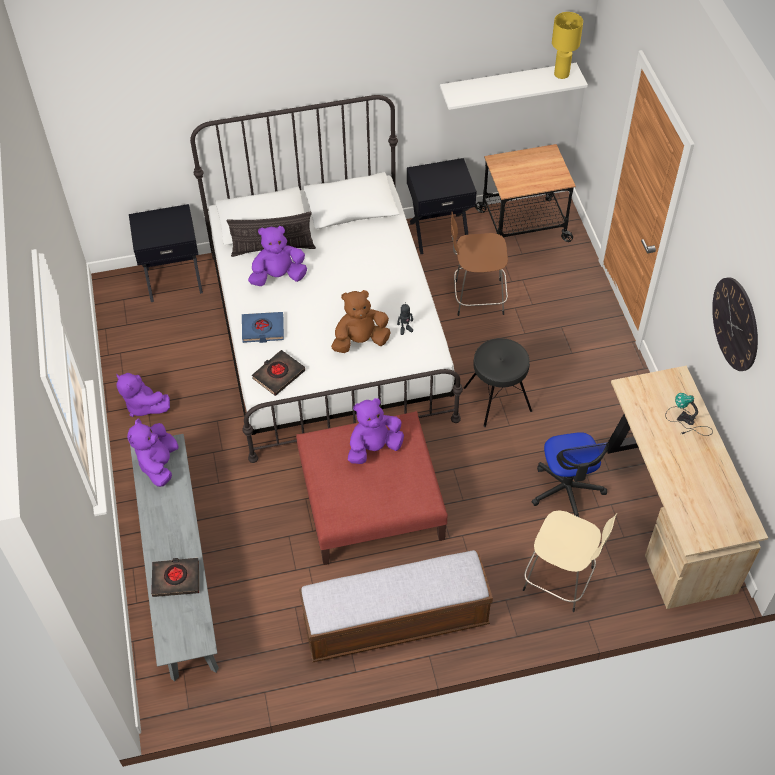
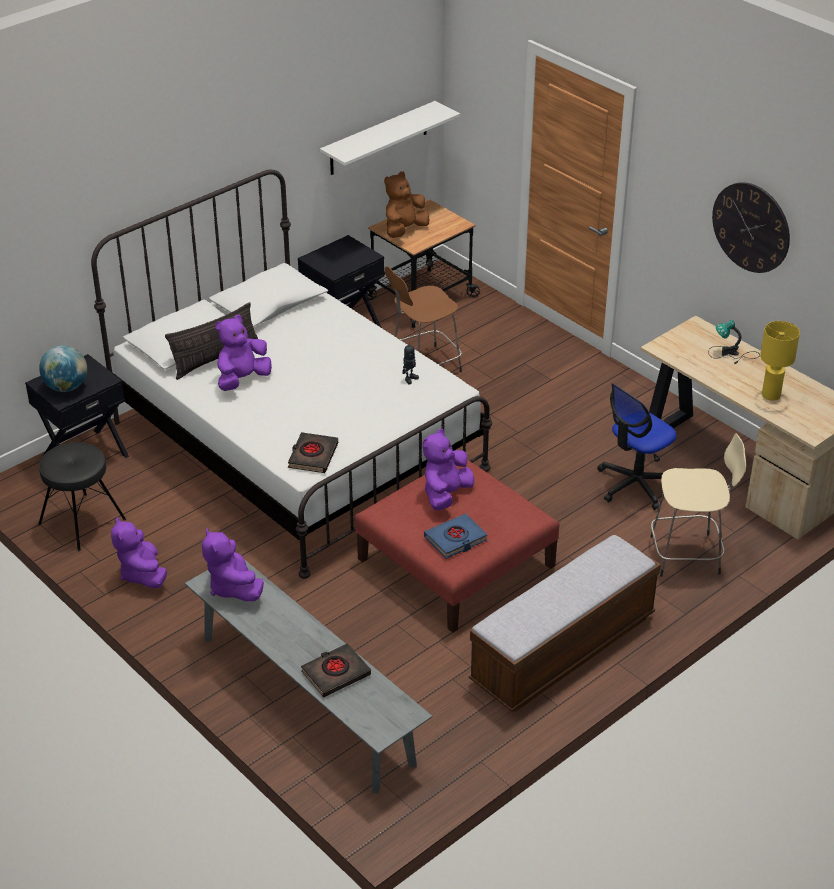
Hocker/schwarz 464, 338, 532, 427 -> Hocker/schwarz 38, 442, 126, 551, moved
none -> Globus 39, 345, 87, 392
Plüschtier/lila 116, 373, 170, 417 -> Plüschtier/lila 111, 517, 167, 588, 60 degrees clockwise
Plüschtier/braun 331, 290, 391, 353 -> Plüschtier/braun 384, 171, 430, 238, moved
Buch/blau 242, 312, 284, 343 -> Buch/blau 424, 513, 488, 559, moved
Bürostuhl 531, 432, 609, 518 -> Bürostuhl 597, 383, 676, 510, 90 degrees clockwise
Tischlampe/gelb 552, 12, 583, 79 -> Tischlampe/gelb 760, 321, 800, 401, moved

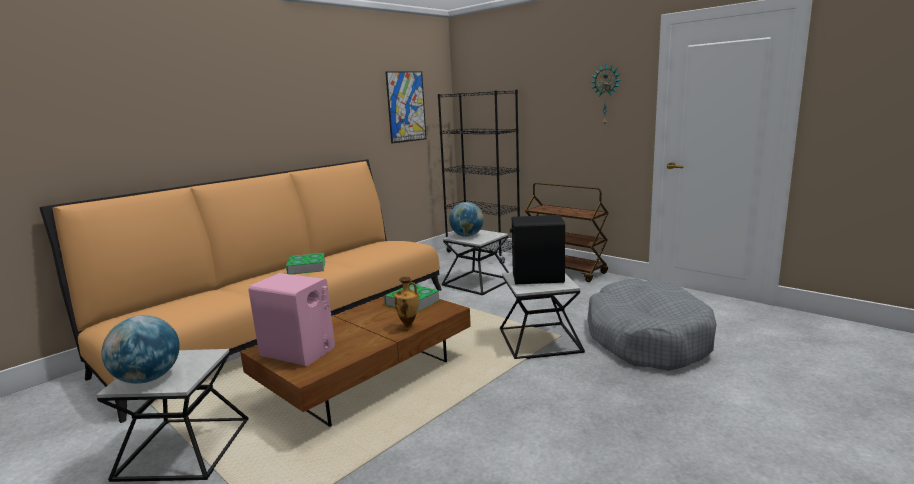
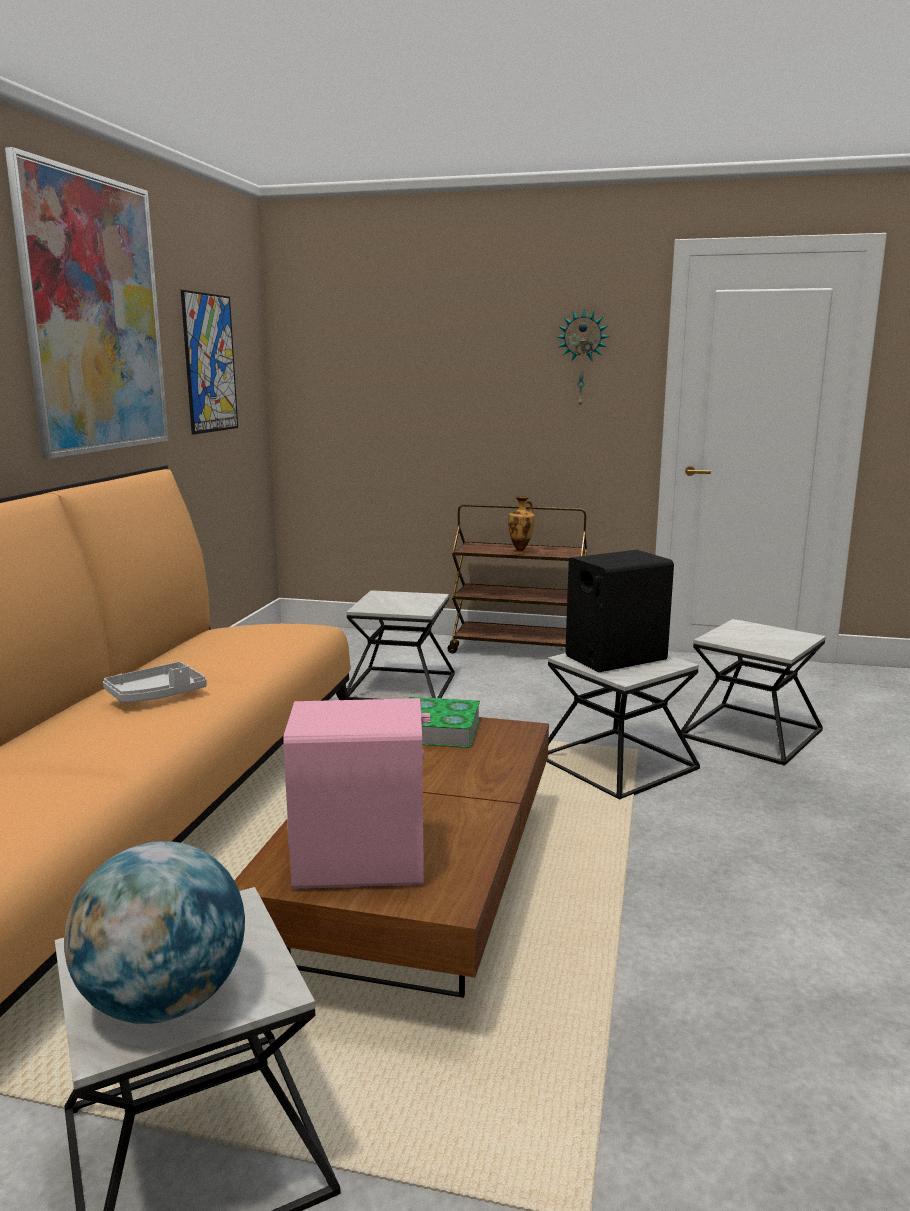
none -> Bild 5, 147, 169, 459
Buch 286, 253, 325, 275 -> Tablett/grau 103, 662, 207, 702
Vase 394, 277, 419, 330 -> Vase 508, 496, 535, 554, moved
Hundebett/grau 587, 278, 717, 371 -> Beistelltisch 681, 619, 826, 766
Bücherregal/schwarz 438, 90, 520, 264 -> none
Globus 449, 202, 484, 237 -> none

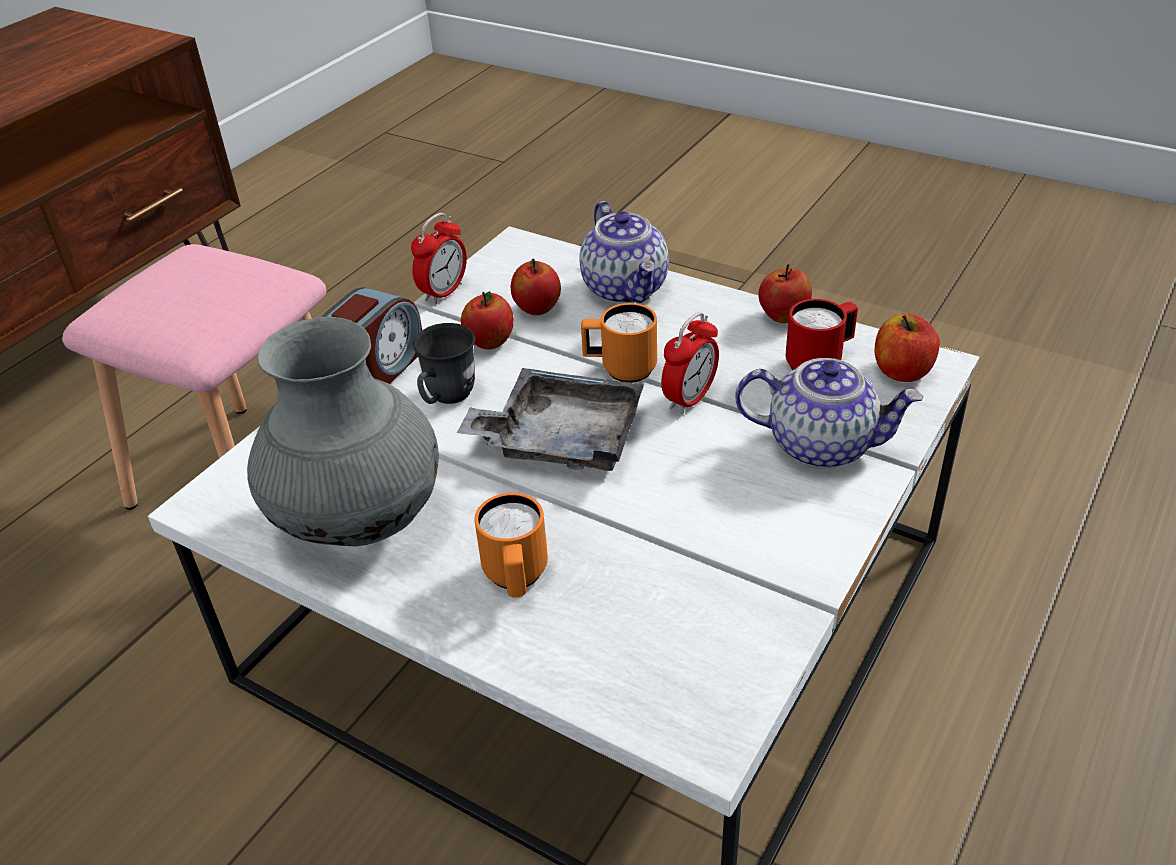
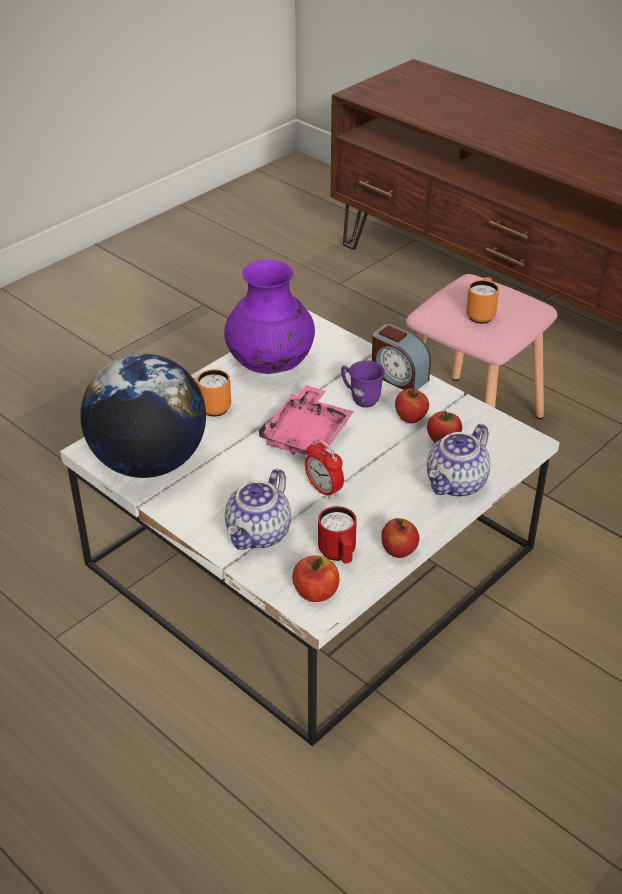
none -> Globus 80, 354, 206, 478
Vase/grau 247, 317, 439, 546 -> Vase/lila 224, 260, 315, 374
Tablett/grau 457, 368, 644, 471 -> Tablett/rosa 258, 385, 354, 455
Henkelbecher/grau 413, 323, 475, 404 -> Henkelbecher/lila 341, 360, 385, 408
Teekanne 579, 201, 669, 304 -> Teekanne 427, 424, 490, 497, 45 degrees counterclockwise
Henkelbecher/orange 581, 303, 657, 383 -> Henkelbecher/orange 466, 277, 499, 324, moved
Wecker 411, 213, 467, 304 -> none

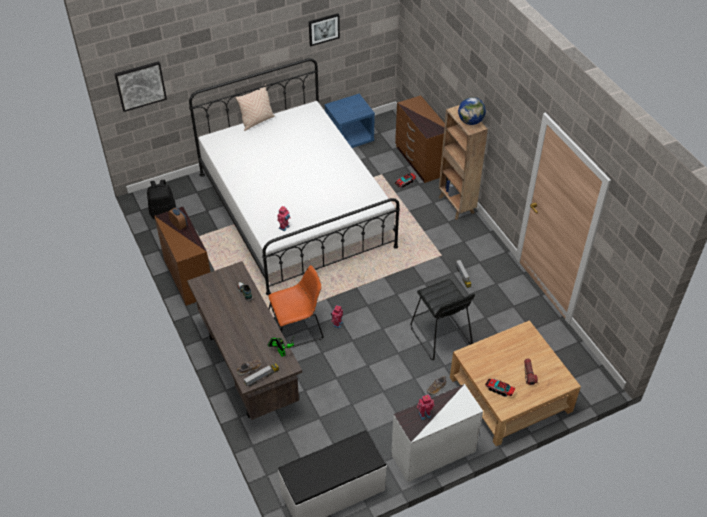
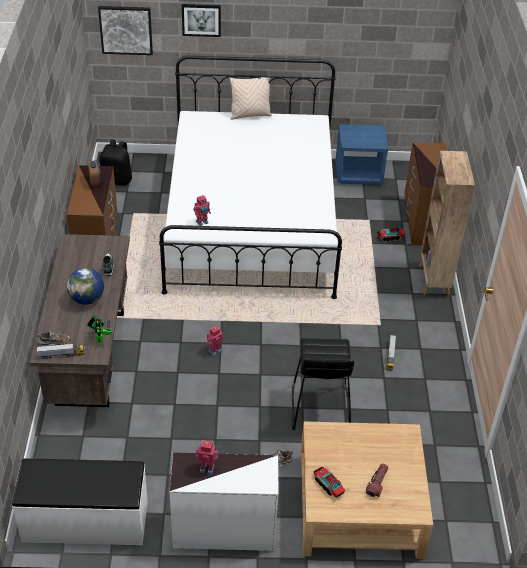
Globus 458, 97, 486, 125 -> Globus 67, 268, 104, 305, moved
Bild 309, 13, 340, 46 -> Bild 182, 4, 221, 37, moved
Stuhl/orange 268, 265, 324, 348 -> none

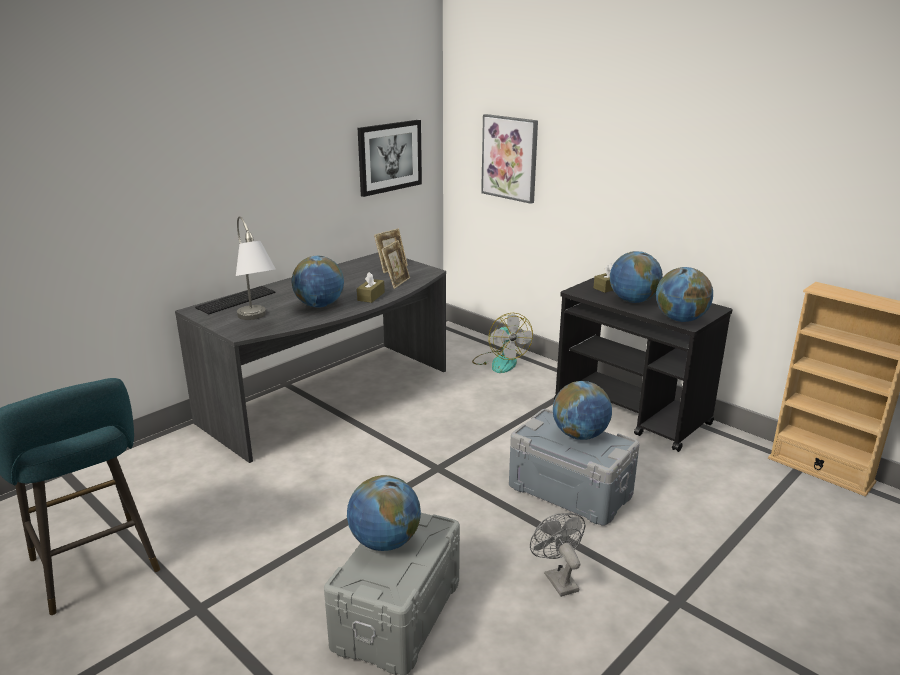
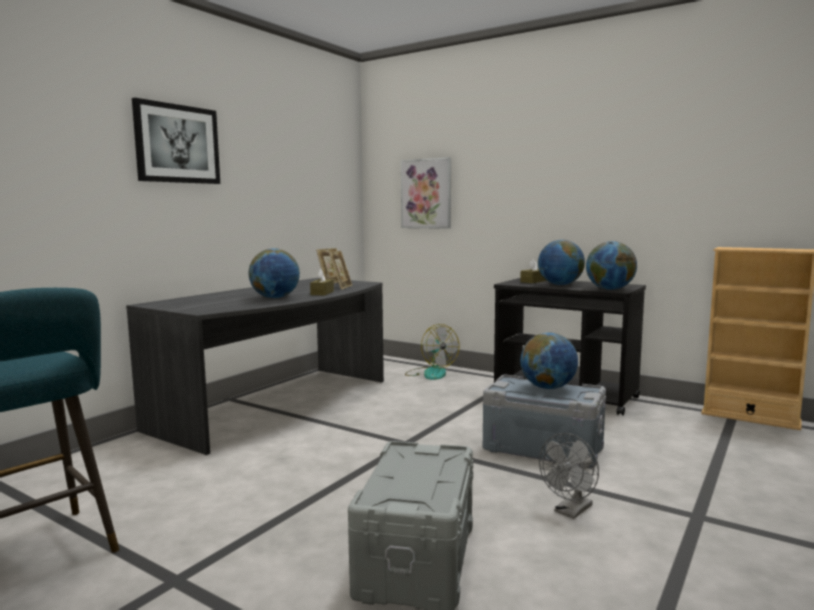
Bild 358, 120, 422, 197 -> Bild 132, 98, 220, 184, moved
Ventilator/grau 530, 513, 586, 597 -> Ventilator/grau 539, 433, 599, 519, 105 degrees counterclockwise
Tastatur 195, 286, 276, 314 -> none
Tischlampe/grau 236, 216, 276, 320 -> none
Globus 347, 475, 421, 551 -> none

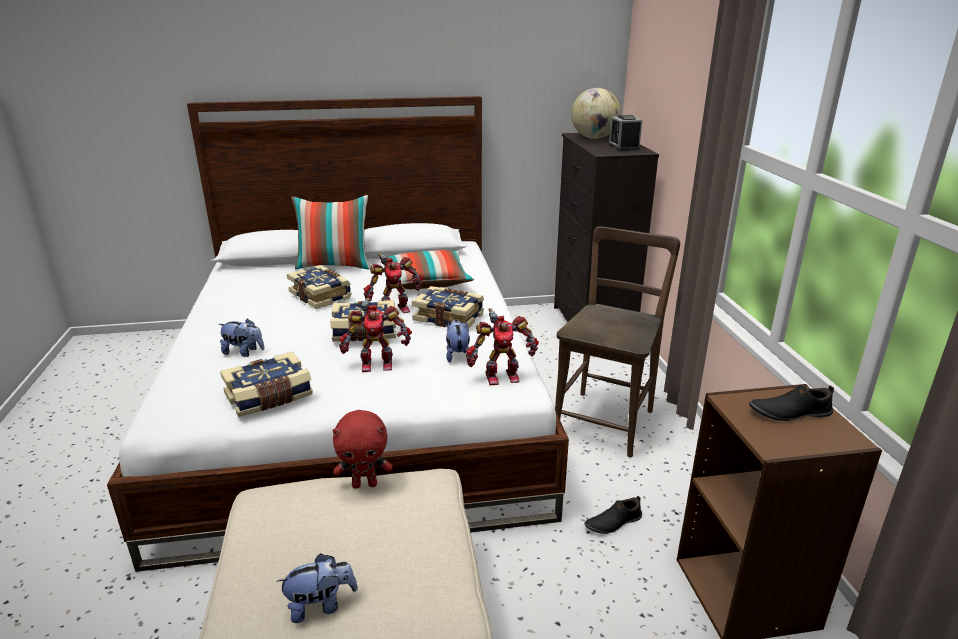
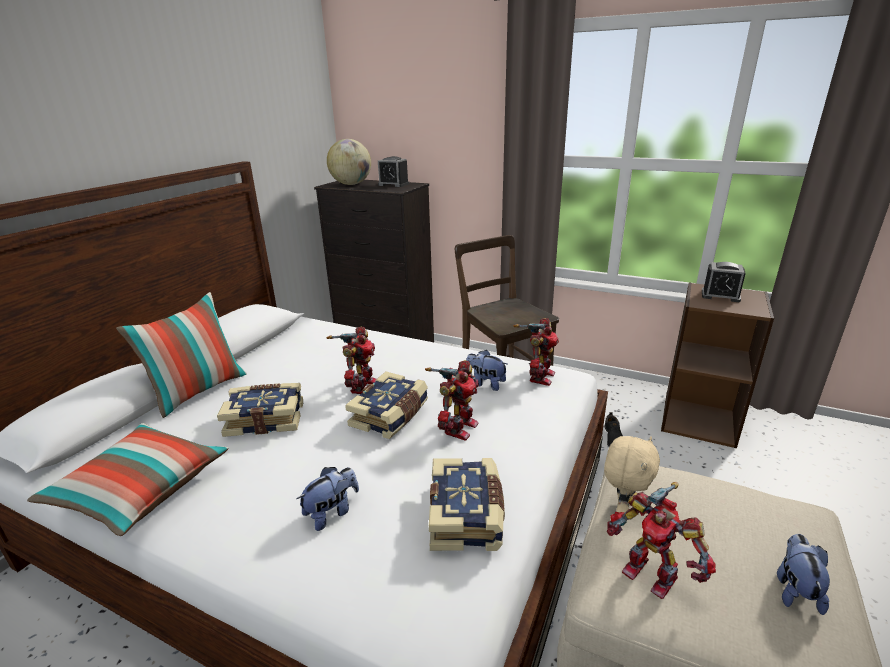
Kissen 387, 250, 474, 289 -> Kissen 27, 423, 229, 536, moved
Plüschtier/rot 332, 410, 393, 489 -> Plüschtier/beige 604, 436, 660, 513
none -> Spielzeugroboter 607, 482, 716, 599
Schuh/schwarz 749, 385, 834, 421 -> Wecker 702, 262, 746, 302
Buch 412, 286, 484, 329 -> none

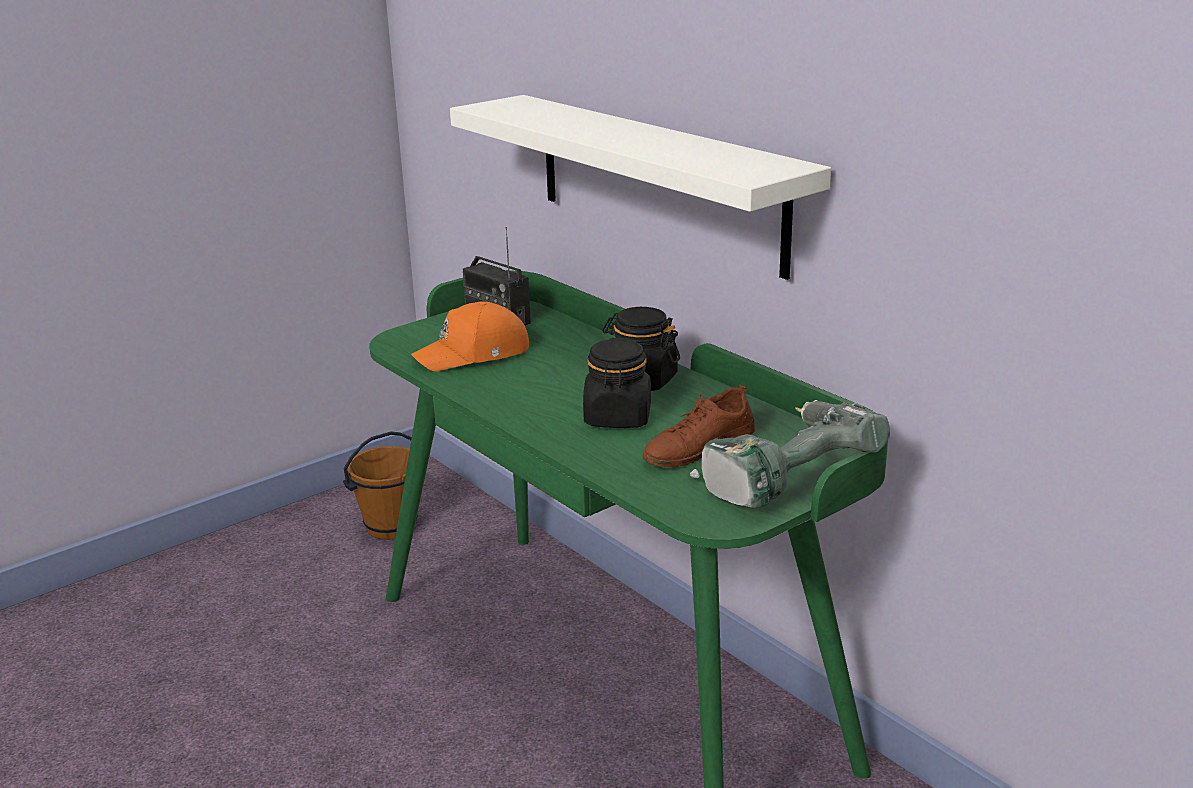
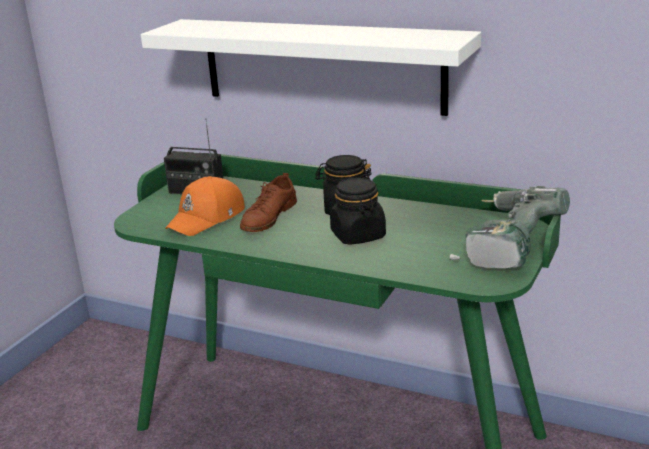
Schuh/braun 643, 384, 755, 467 -> Schuh/braun 240, 173, 297, 232, moved
Eimer/braun 343, 431, 418, 540 -> none

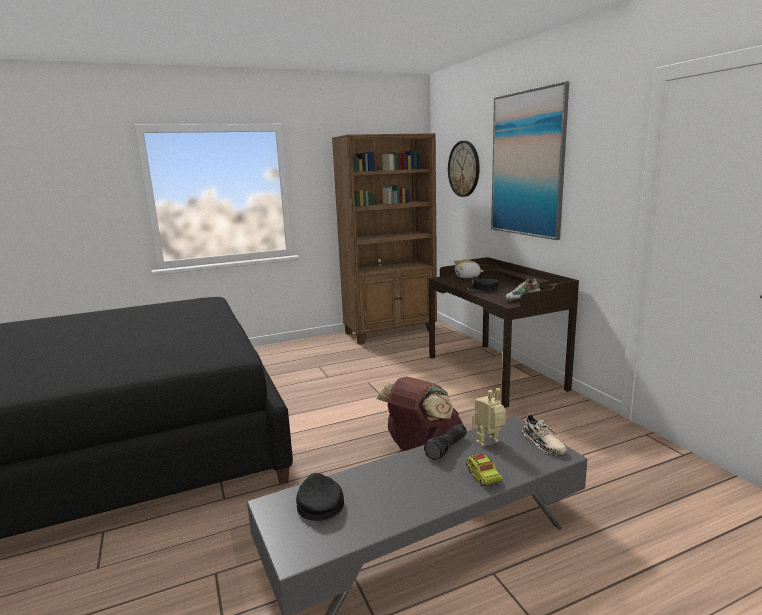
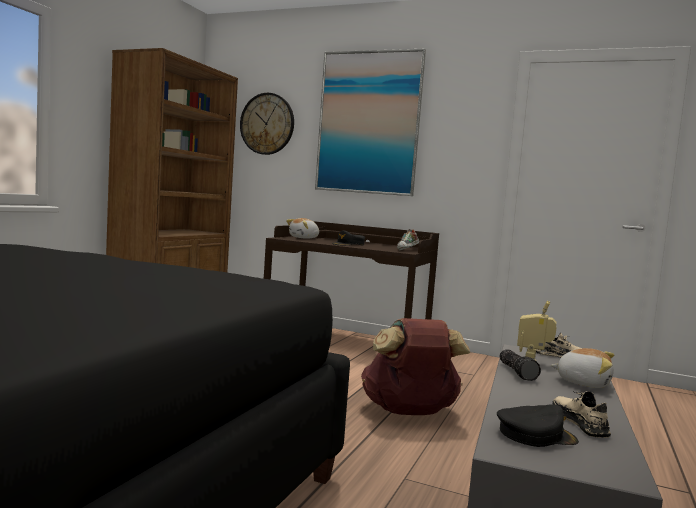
Kappe/schwarz 296, 473, 344, 521 -> Kappe/schwarz 497, 404, 579, 447, 150 degrees clockwise
Spielzeuglaster 466, 453, 503, 486 -> Plüschtier 550, 348, 614, 388
none -> Schuh/beige 552, 391, 611, 438

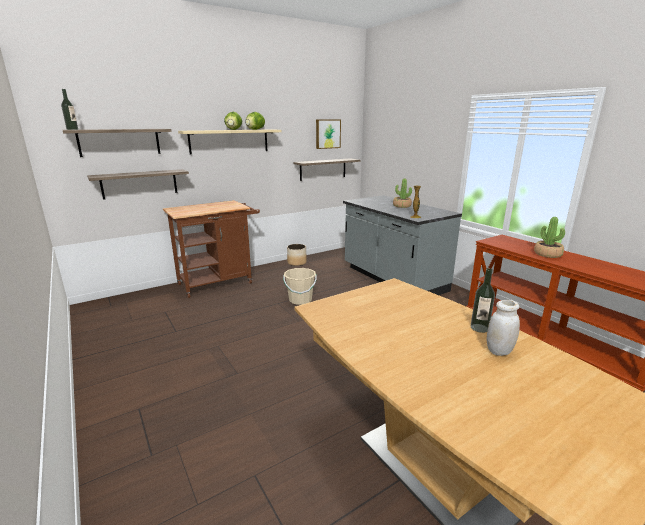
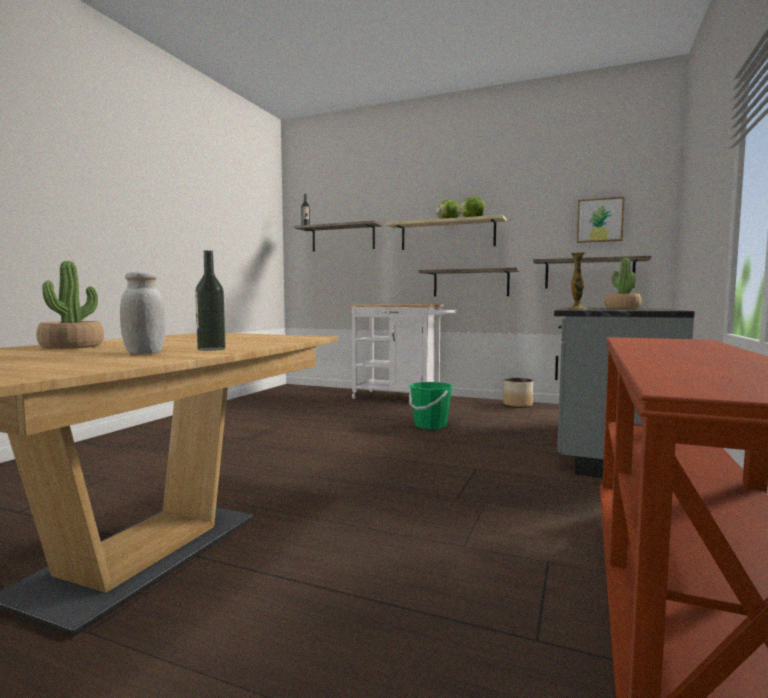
Topfpflanze 534, 217, 565, 258 -> Topfpflanze 37, 261, 104, 349, moved
Rollwagen/braun 163, 200, 260, 298 -> Rollwagen/weiß 347, 304, 456, 399
Eimer/beige 283, 268, 317, 305 -> Eimer/grün 409, 382, 453, 429
Wandregal 87, 169, 189, 200 -> Wandregal 418, 268, 520, 296, moved

